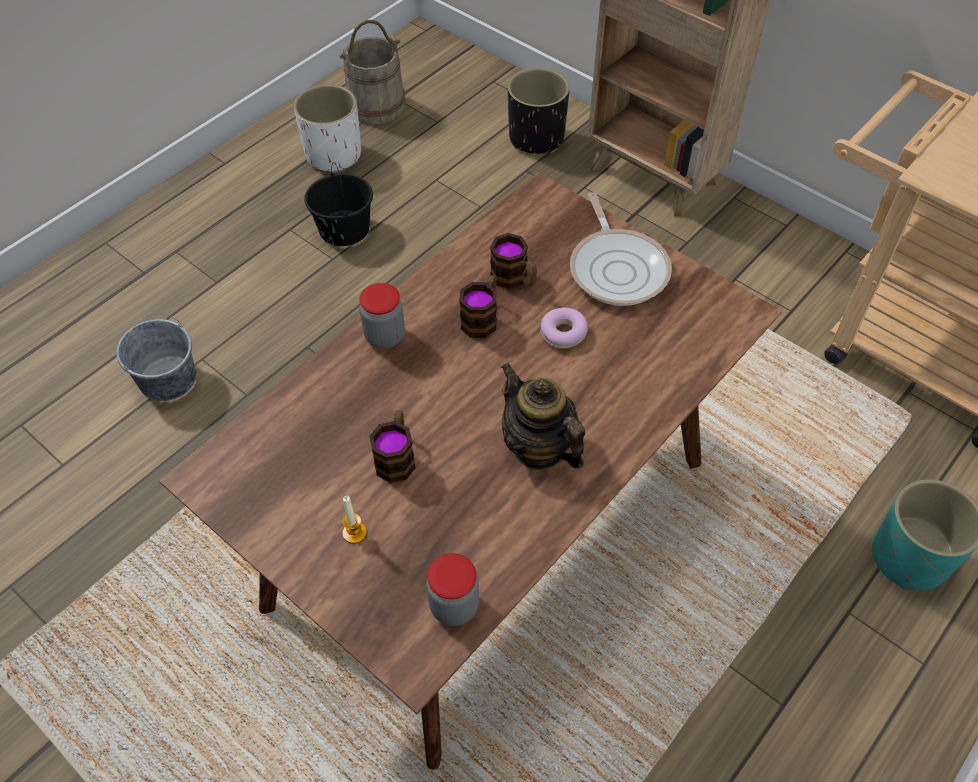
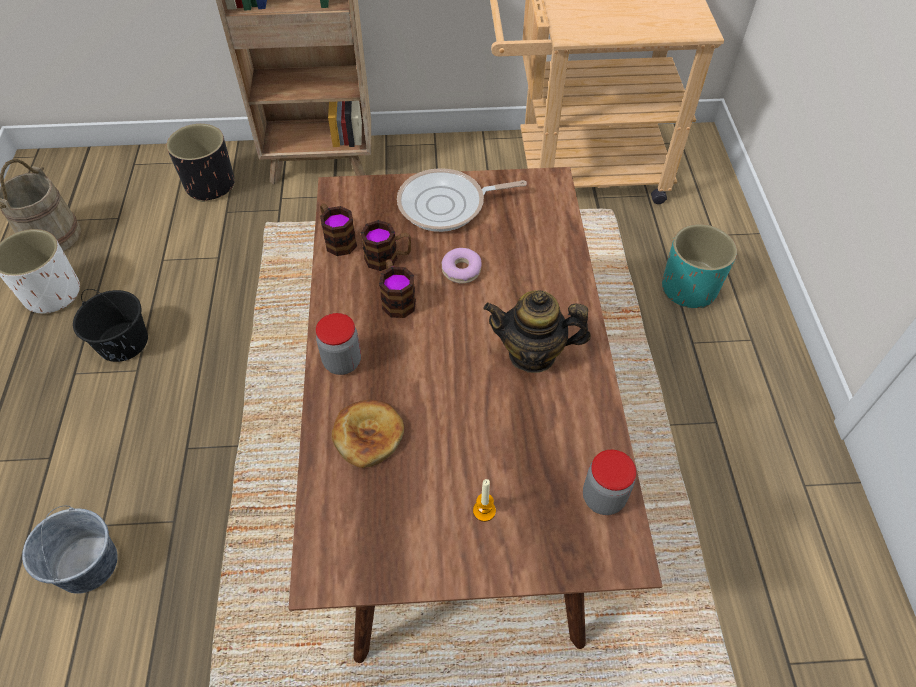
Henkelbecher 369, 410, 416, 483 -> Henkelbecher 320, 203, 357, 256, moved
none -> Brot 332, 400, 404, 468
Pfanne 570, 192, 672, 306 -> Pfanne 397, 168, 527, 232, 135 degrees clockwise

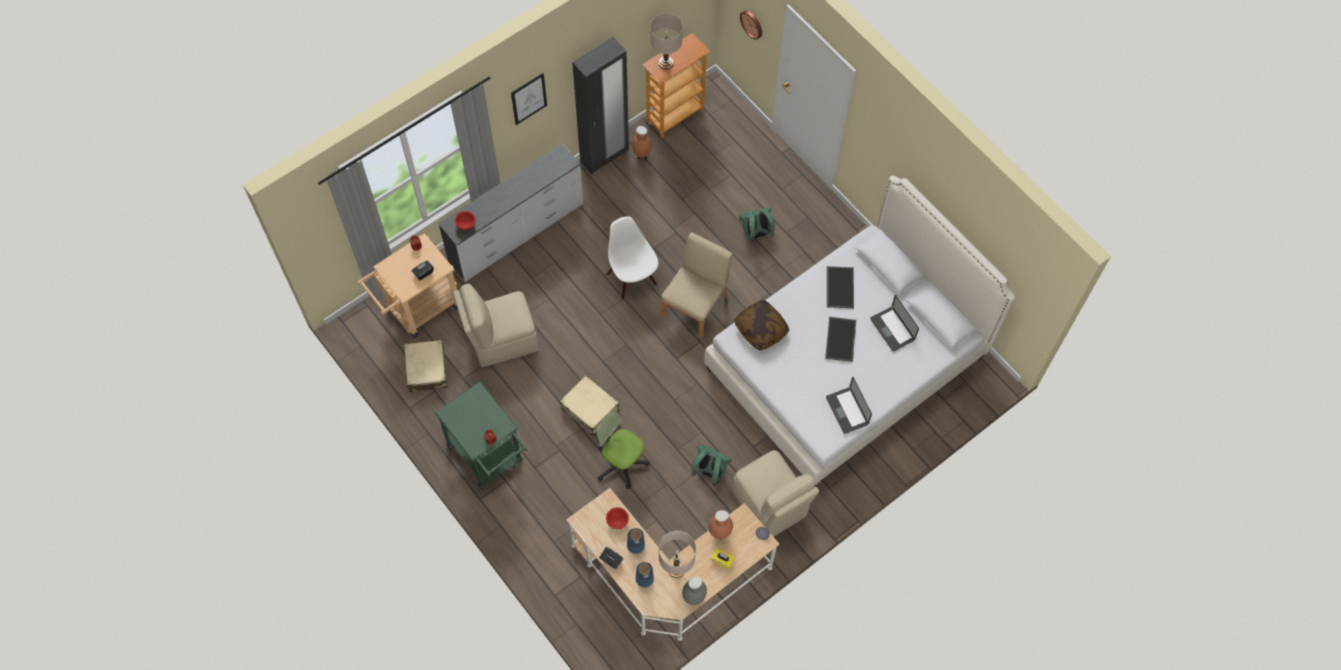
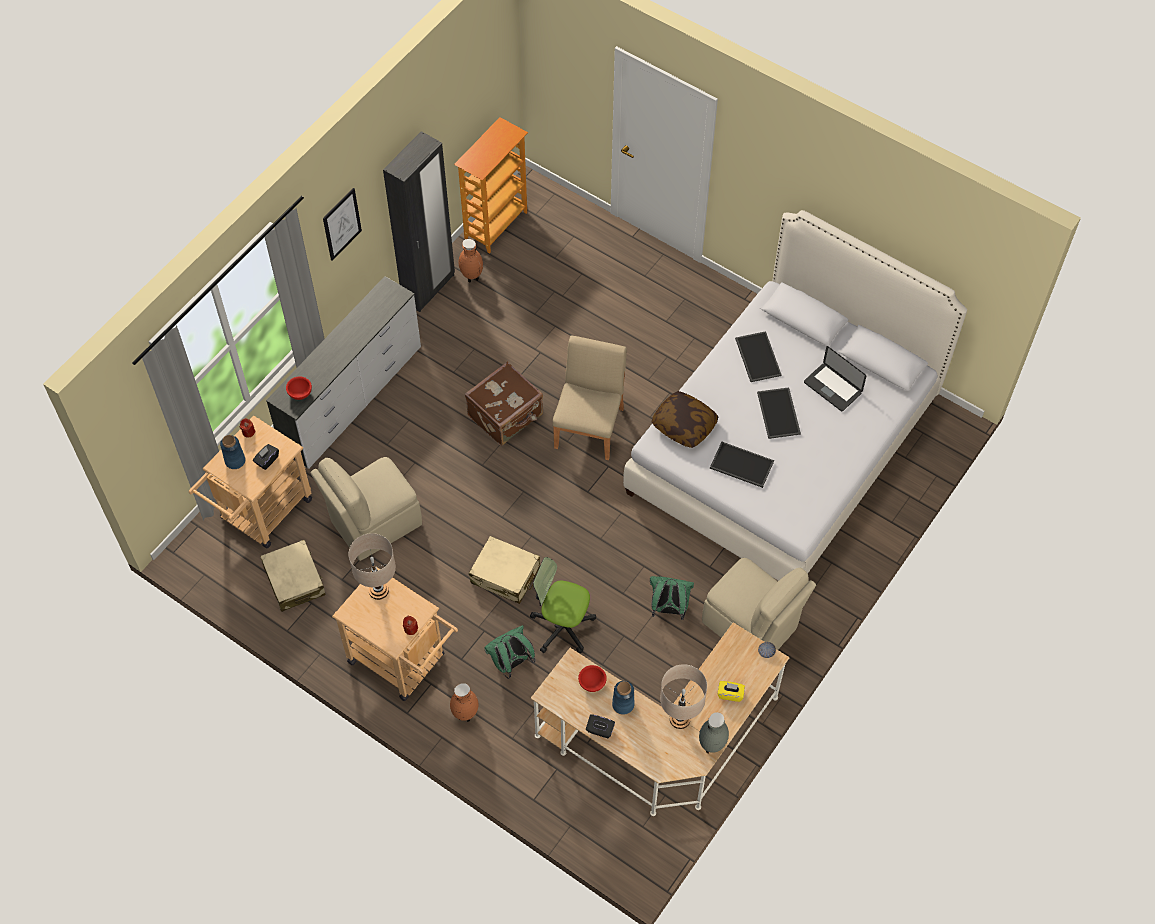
Vase/blau 636, 562, 654, 587 -> Vase/blau 220, 435, 246, 469, moved
Rollwagen/grün 435, 382, 527, 489 -> Rollwagen/beige 332, 566, 458, 701
Tischlampe/beige 650, 14, 683, 69 -> Tischlampe/beige 348, 533, 396, 600, moved
Vase/braun 708, 510, 733, 540 -> Vase/braun 450, 683, 479, 722, moved
Stuhl/weiß 607, 216, 658, 300 -> Koffer/braun 465, 362, 543, 446
Rucksack/grün 739, 207, 775, 243 -> Rucksack/grün 484, 625, 536, 679, moved
none -> Tablett 710, 442, 774, 488
Wanduhr 740, 10, 762, 40 -> none
Laptop 826, 376, 872, 434 -> none

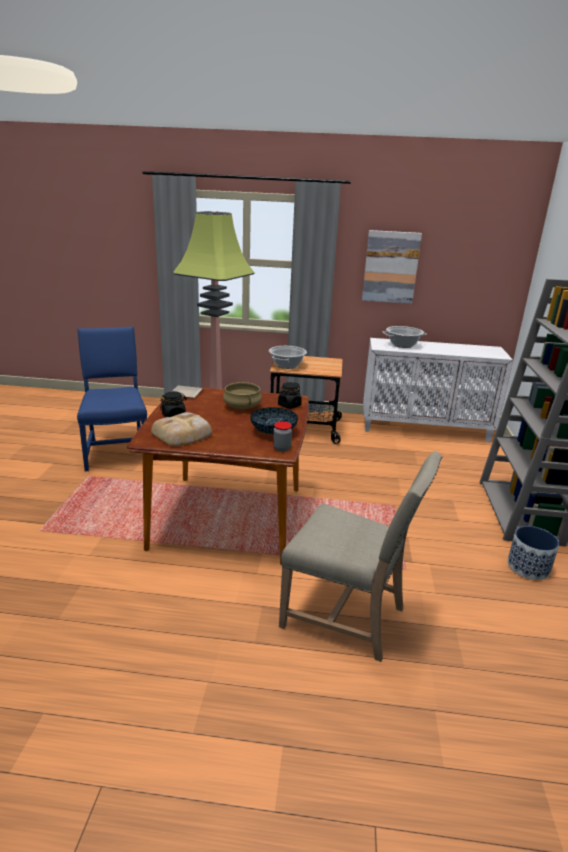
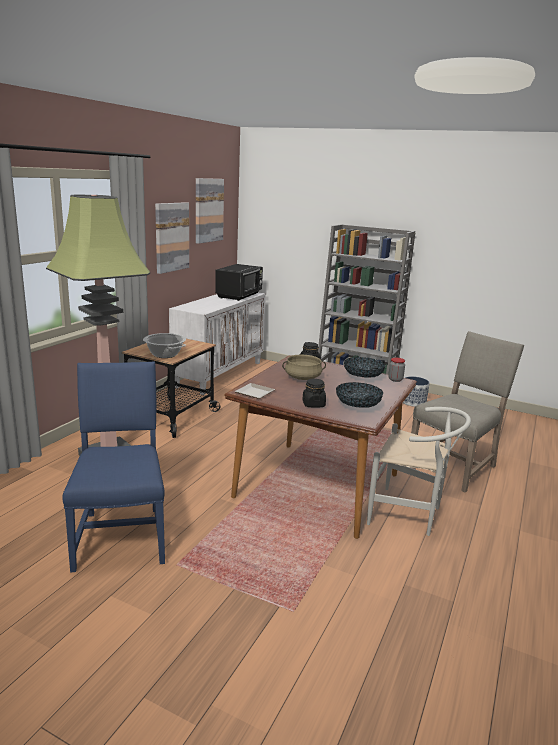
Stuhl/blau 77, 327, 147, 471 -> Stuhl/blau 62, 361, 165, 573, 75 degrees clockwise
none -> Bild 196, 178, 224, 244
none -> Mikrowelle/schwarz 215, 264, 263, 301
Brot 151, 412, 212, 446 -> Schüssel 336, 382, 383, 408
none -> Stuhl/weiß 367, 407, 471, 536
Kochtopf 382, 326, 427, 348 -> none

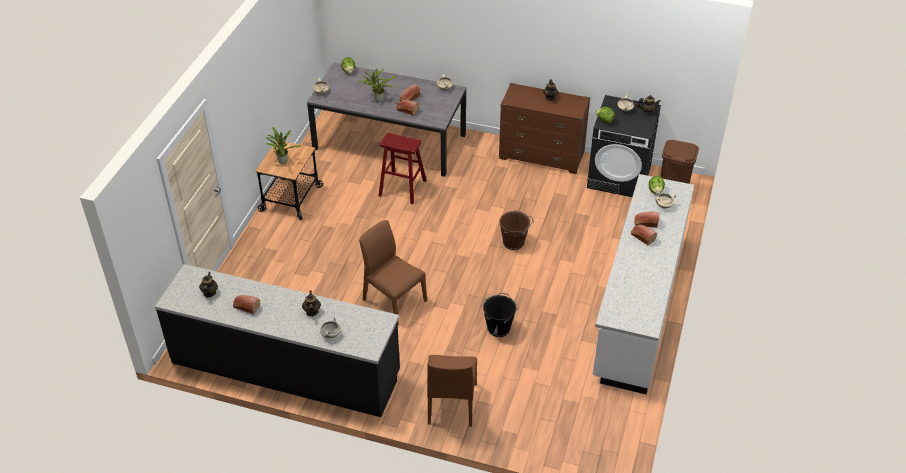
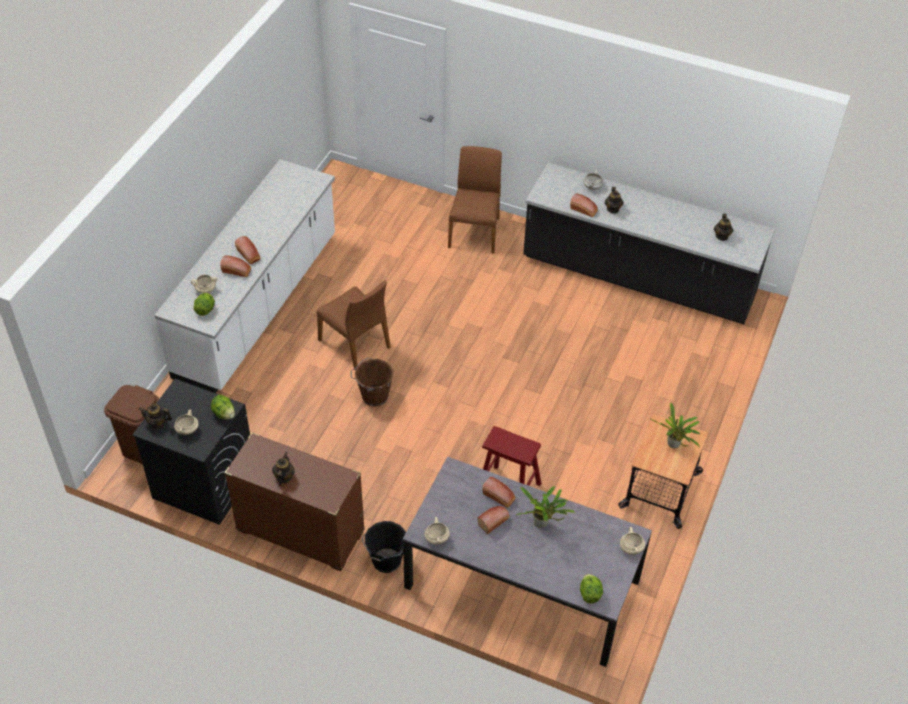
Stuhl/braun 359, 220, 427, 325 -> Stuhl/braun 317, 280, 391, 370, moved
Eimer/schwarz 483, 292, 519, 337 -> Eimer/schwarz 362, 521, 406, 573, moved
Brot 233, 295, 260, 314 -> Brot 570, 193, 598, 217, moved

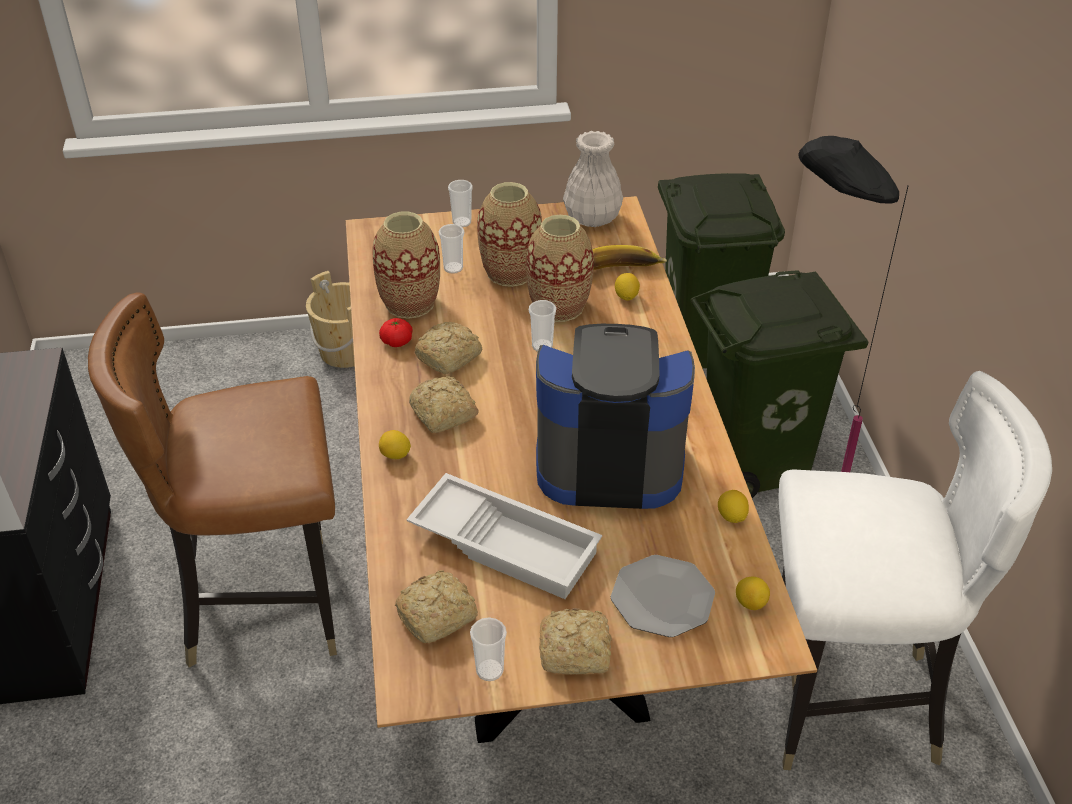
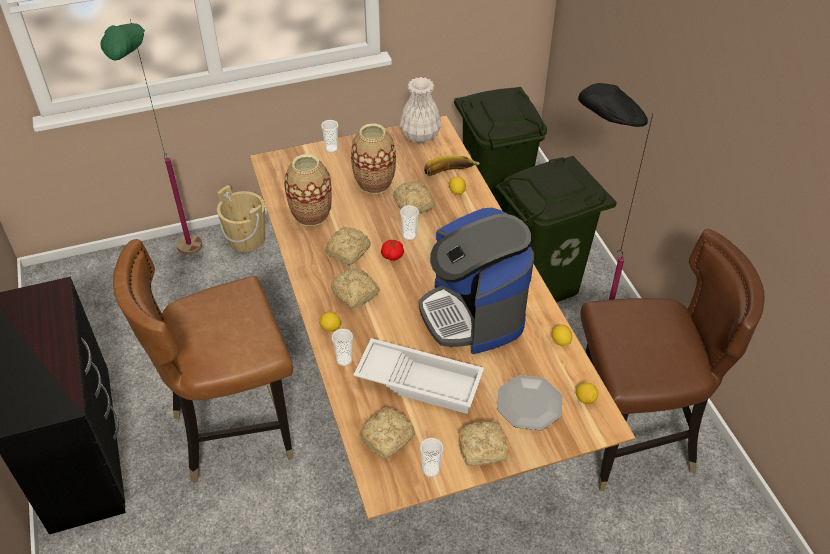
none -> Stehlampe/grün 101, 19, 202, 255
Tasse 439, 224, 464, 274 -> Tasse 332, 329, 353, 366, moved
Tomate 379, 318, 413, 347 -> Tomate 381, 240, 404, 261, moved
Vase 526, 215, 594, 322 -> Brot 393, 181, 436, 213
Kaffeemaschine 536, 324, 695, 509 -> Kaffeemaschine 419, 208, 534, 354, 105 degrees counterclockwise
Stuhl/weiß 779, 371, 1052, 770 -> Stuhl/braun 581, 229, 764, 491

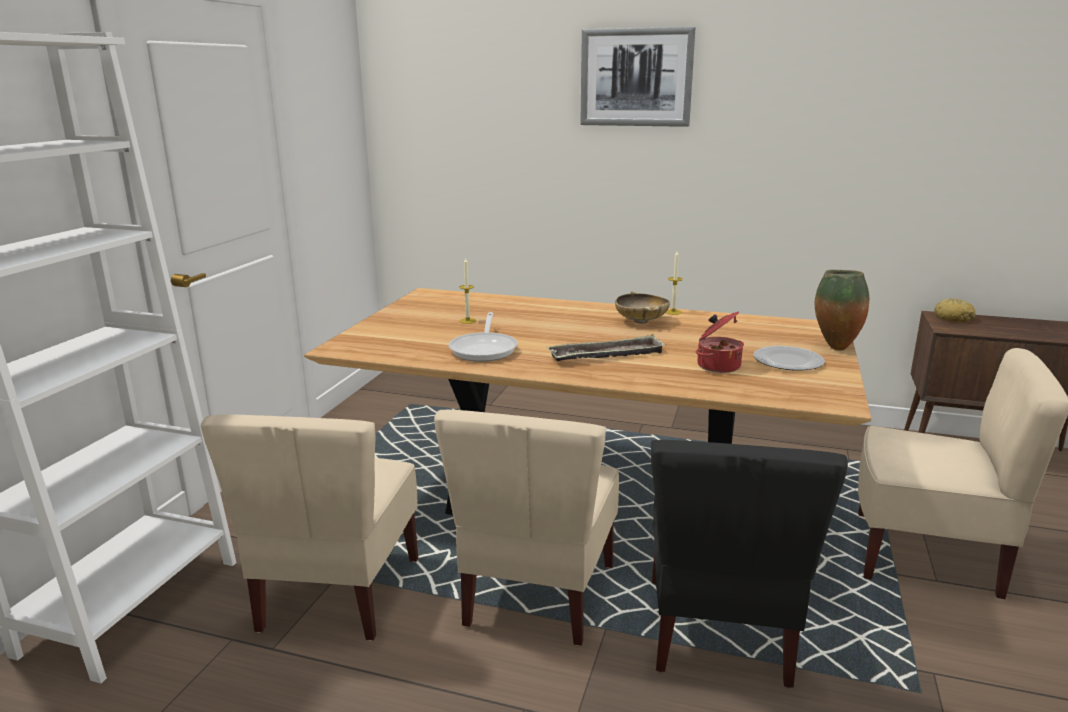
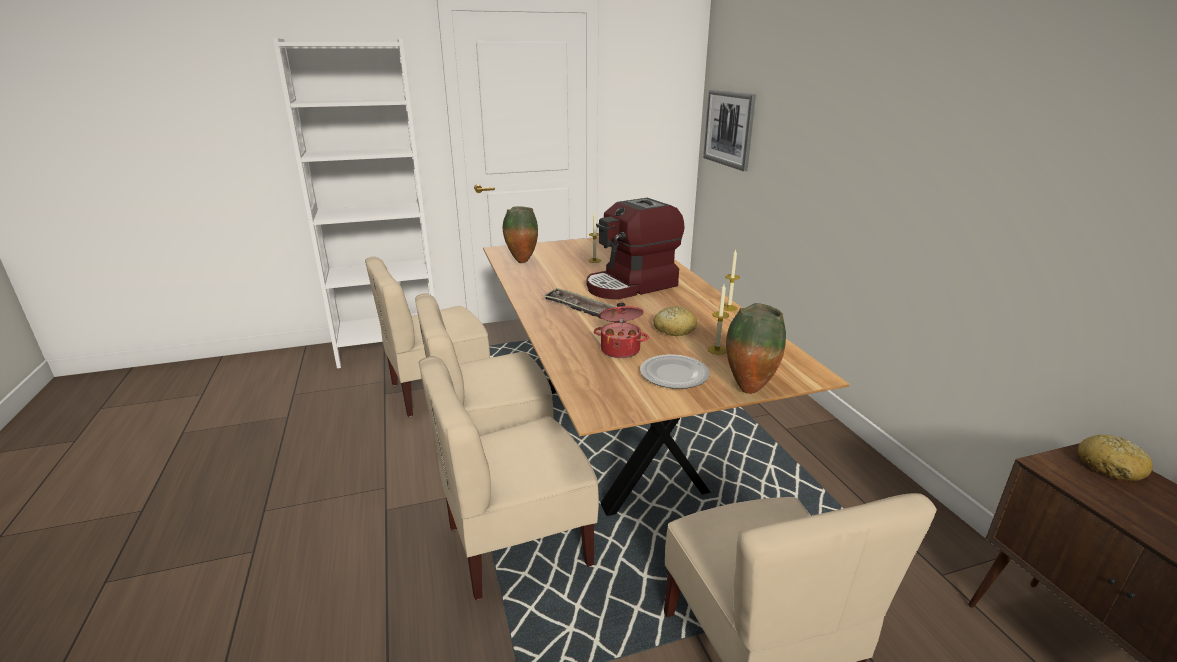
Stuhl/schwarz 651, 440, 848, 688 -> Stuhl/beige 419, 356, 599, 600
none -> Vase 503, 206, 538, 263
none -> Kaffeemaschine 586, 198, 684, 300
none -> Brot 653, 306, 697, 336
Bild 580, 27, 695, 127 -> Bild 703, 89, 756, 171, moved
none -> Kerze 708, 285, 729, 354
Pfanne 448, 312, 518, 362 -> none
Schüssel/beige 615, 292, 670, 324 -> none

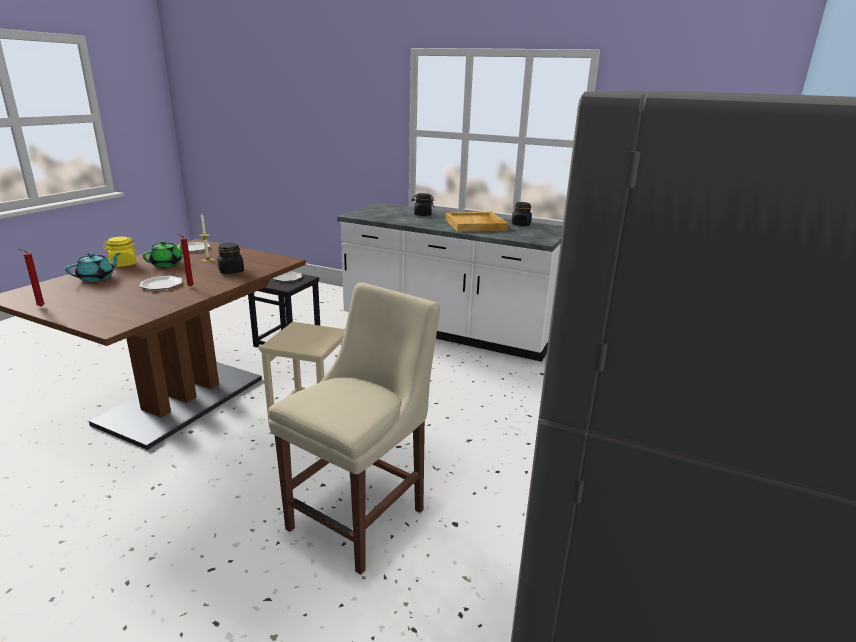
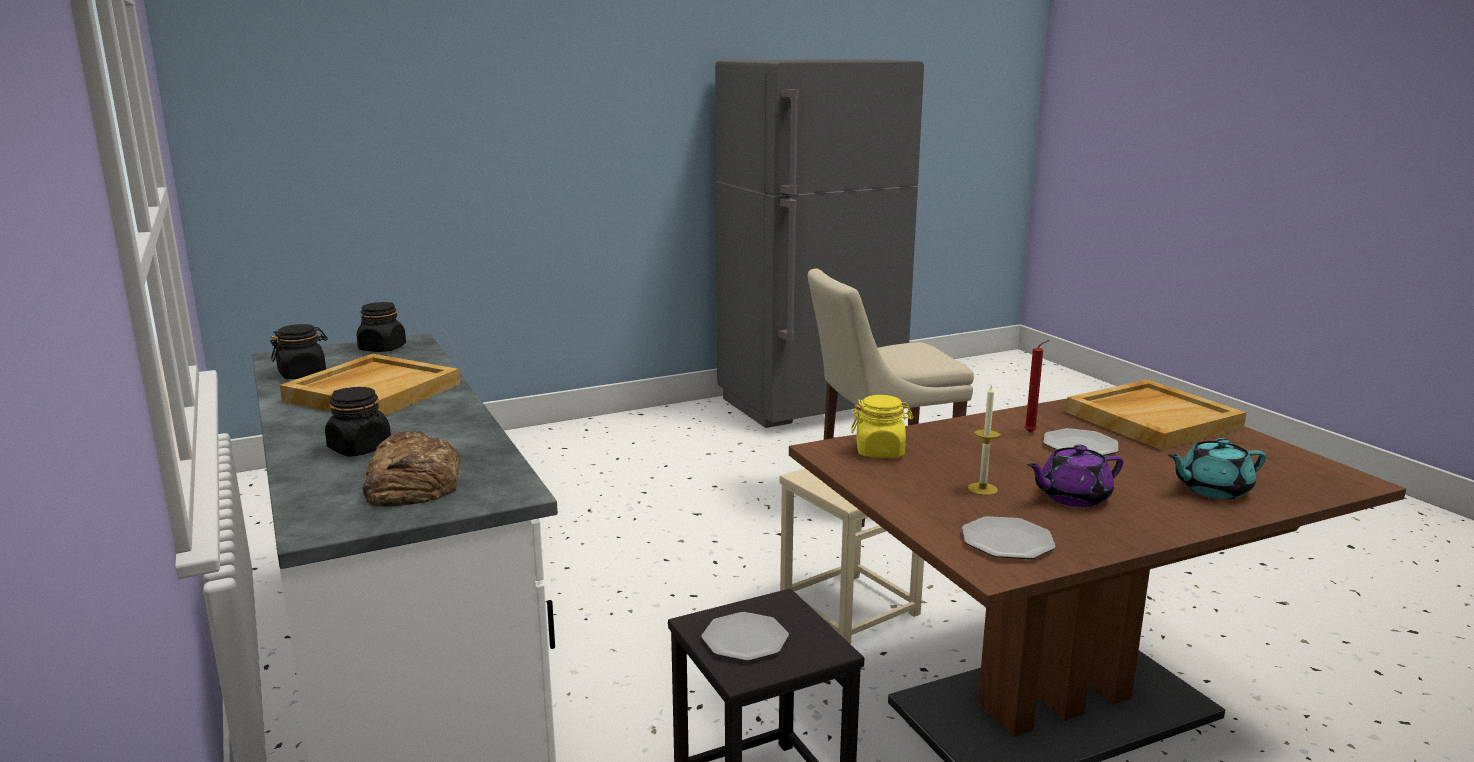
Vorratsglas/schwarz 217, 243, 244, 274 -> Vorratsglas/schwarz 357, 302, 406, 352, moved
none -> Brot 363, 431, 460, 507
Vorratsglas/gelb 102, 237, 137, 267 -> Vorratsglas/gelb 851, 395, 913, 458, moved
Teekanne/grün 143, 241, 183, 267 -> Teekanne/lila 1027, 445, 1123, 507
none -> Tablett/beige 1066, 380, 1247, 450
Kerze/rot 19, 249, 45, 307 -> none

